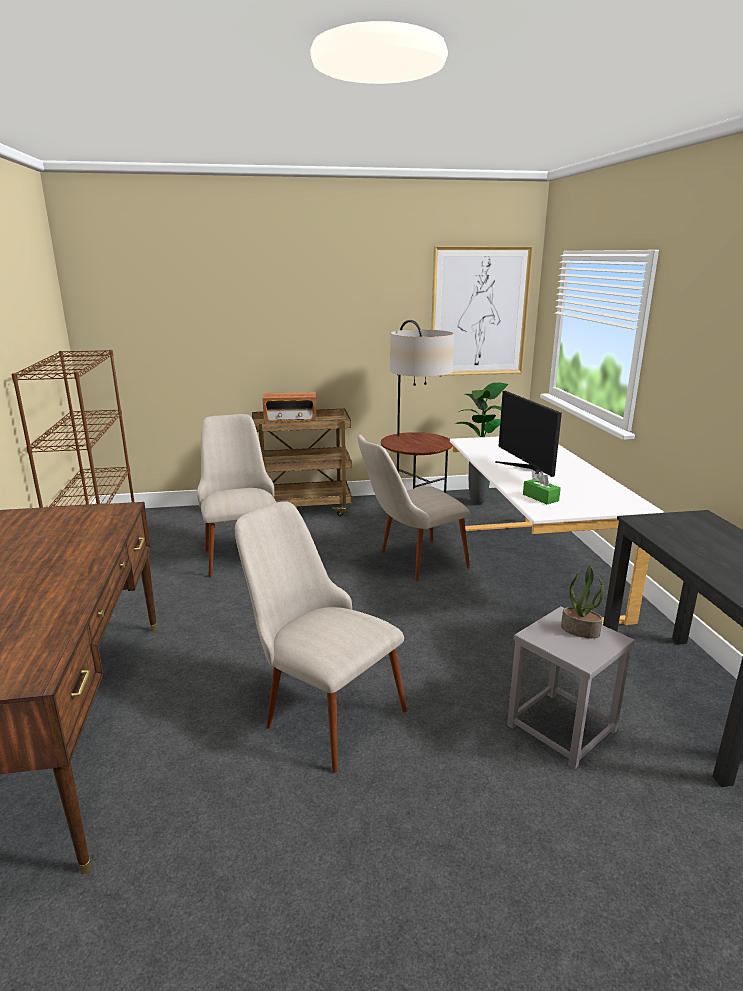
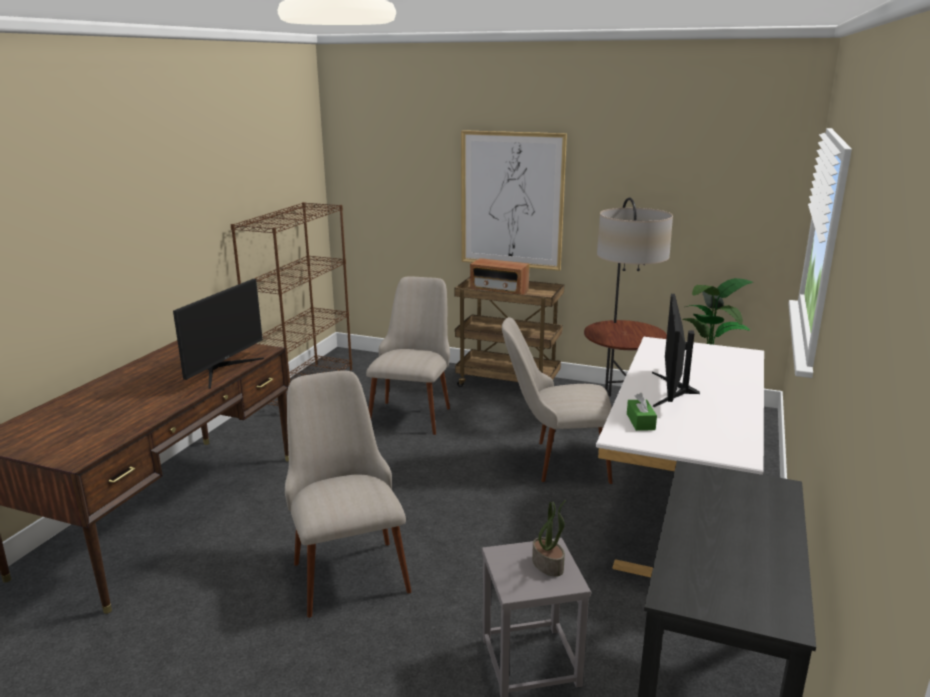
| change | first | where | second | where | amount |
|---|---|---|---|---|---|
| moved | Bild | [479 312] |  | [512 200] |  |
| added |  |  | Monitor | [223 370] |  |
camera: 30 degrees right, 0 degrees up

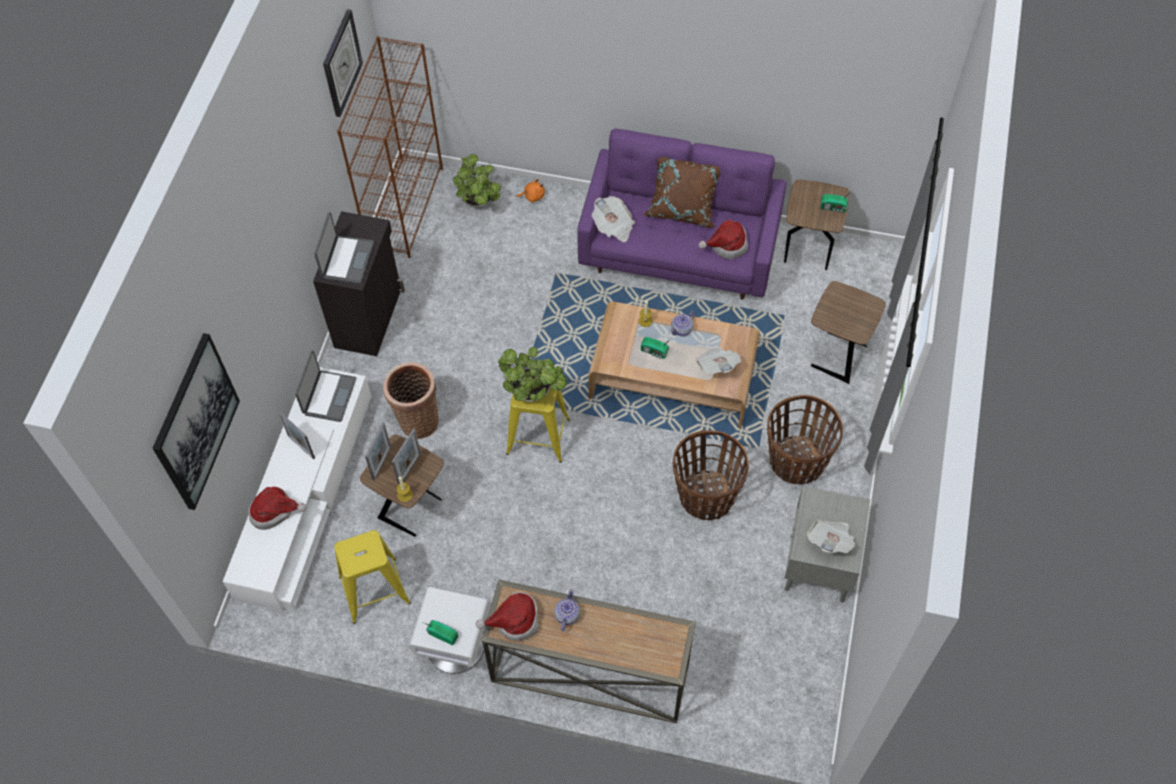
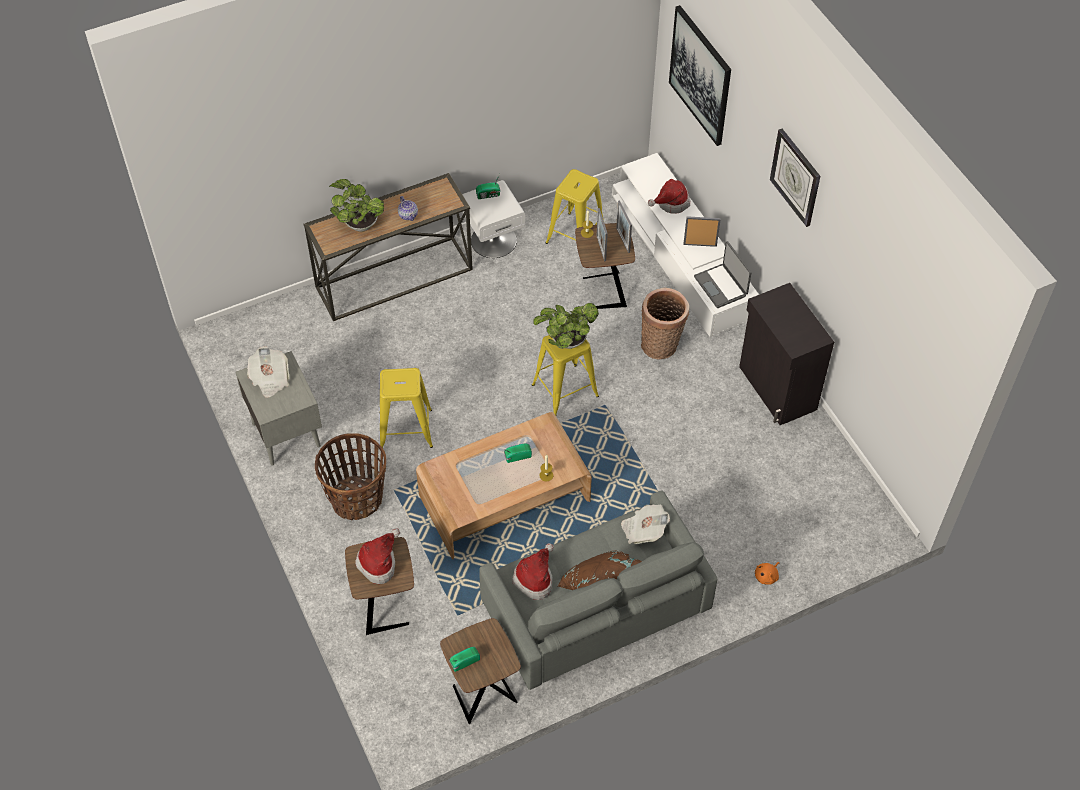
| change | first | where | second | where | amount |
|---|---|---|---|---|---|
| moved | Wanduhr | [341 63] |  | [796 177] |  |
| removed | Bücherregal/braun | [405 207] |  |  |  |
| recoloured | Sofa/lila | [680 252] | Sofa/grau | [594 613] |  |
| moved | Topfpflanze | [479 203] |  | [359 224] |  |
| removed | Laptop | [347 260] |  |  |  |
| removed | Teekanne | [682 329] |  |  |  |
| removed | Zeitung | [717 366] |  |  |  |
| replaced | Korb | [706 496] | Hocker/gelb | [406 429] |  |
| moved | Hut | [514 621] |  | [379 563] |  |
camera: 140 degrees right, 5 degrees down

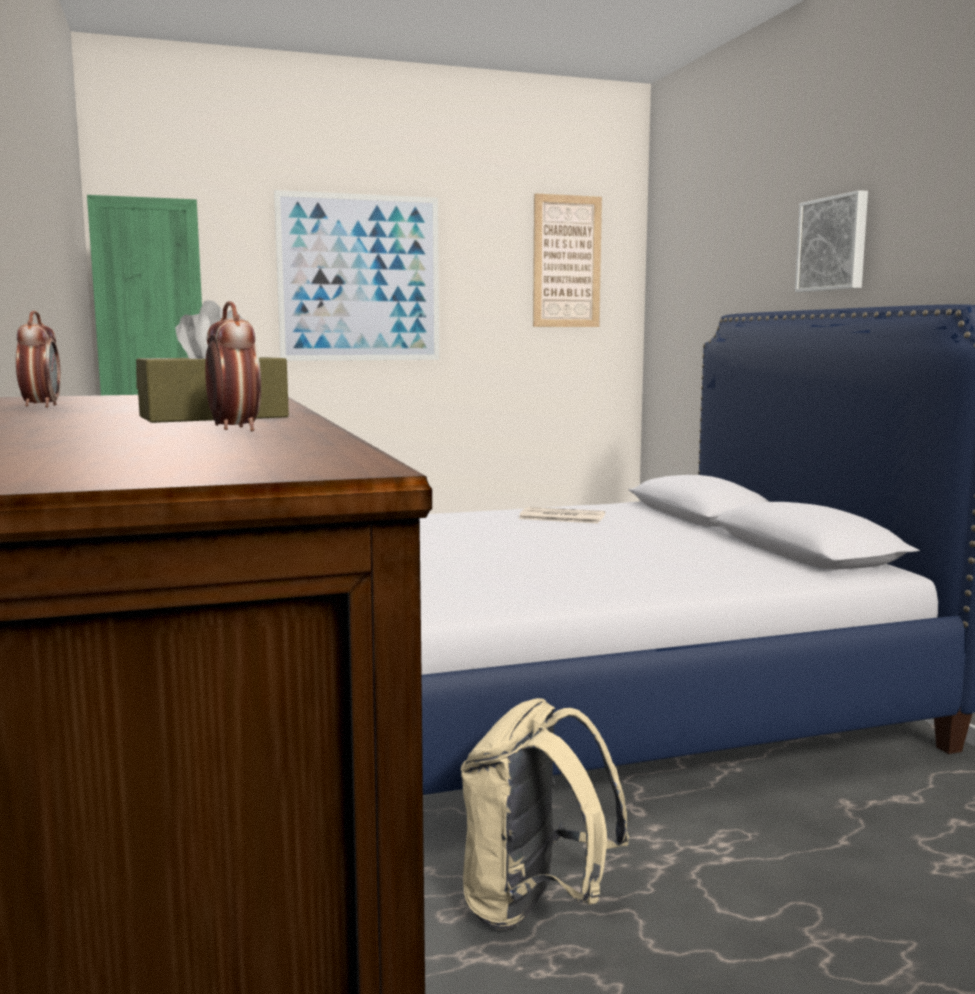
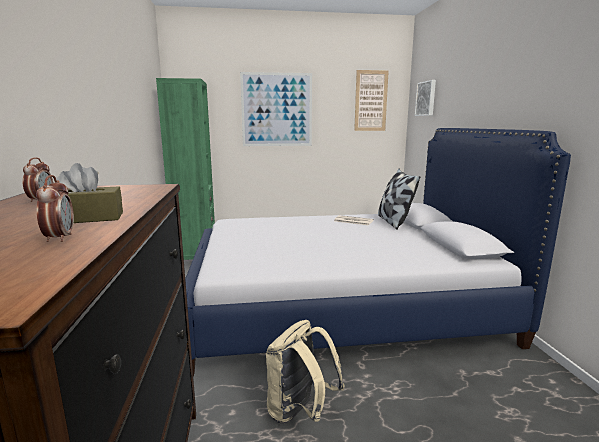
| change | first | where | second | where | amount |
|---|---|---|---|---|---|
| moved | Bild | [834 244] |  | [426 98] |  |
| added |  |  | Kissen | [394 222] |  |
camera: 10 degrees right, 5 degrees up

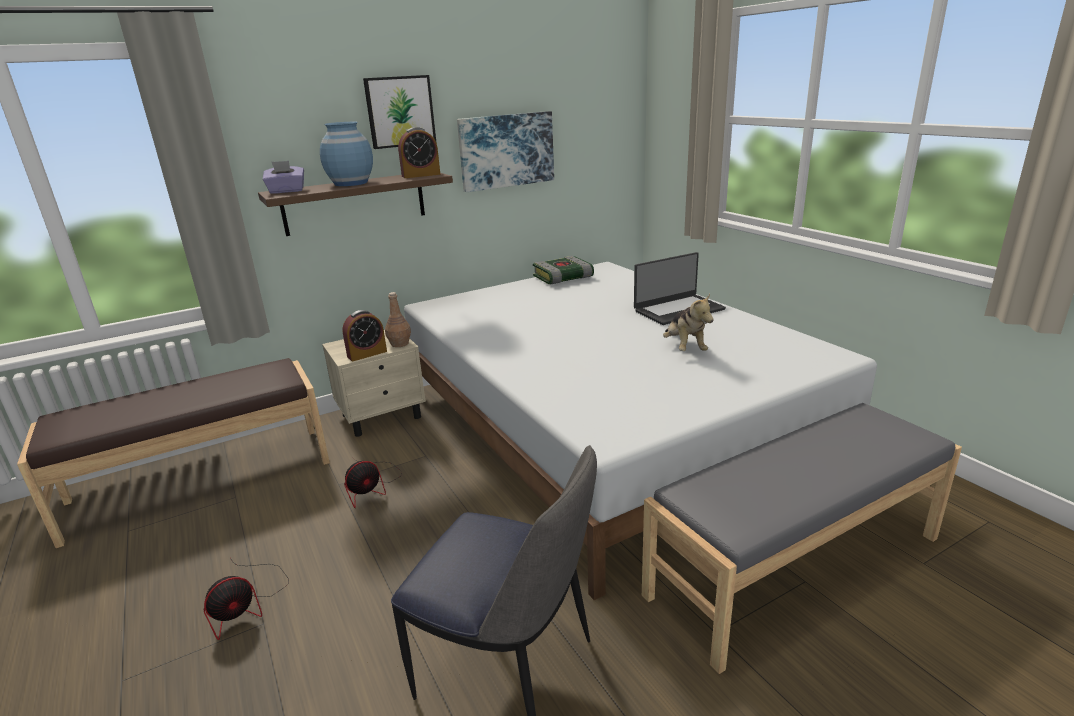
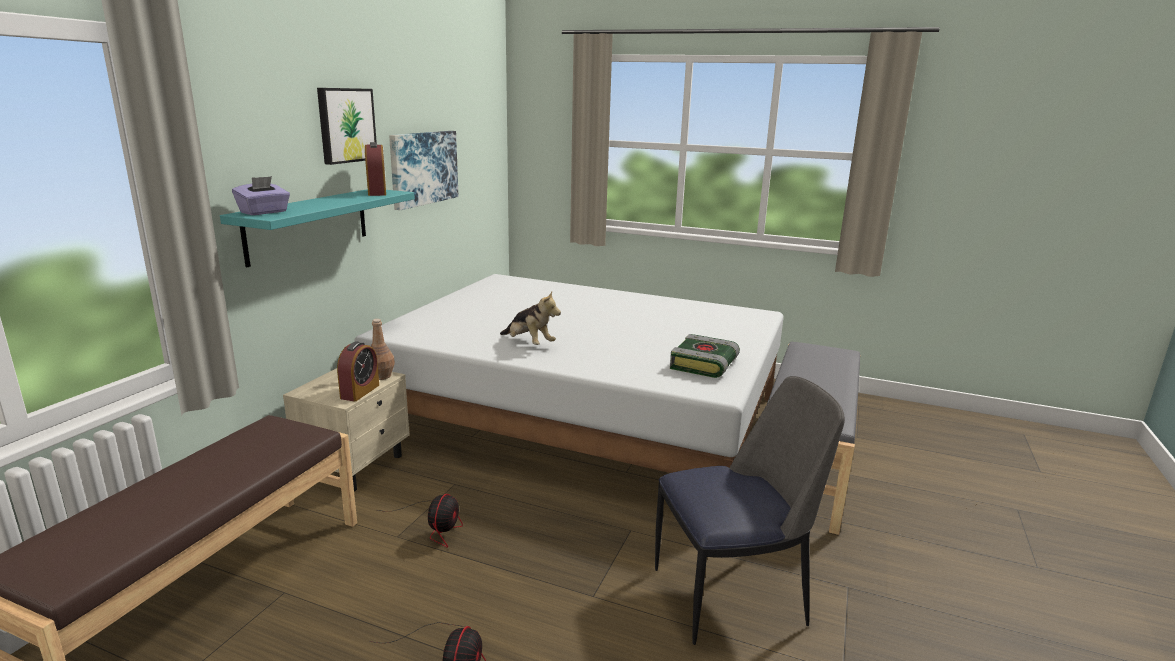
| change | first | where | second | where | amount |
|---|---|---|---|---|---|
| removed | Vase/blau | [351 183] |  |  |  |
| turned | Wecker | [421 175] |  | [377 192] | 45 degrees counterclockwise |
| recoloured | Wandregal/braun | [354 203] | Wandregal/türkis | [308 225] |  |
| removed | Laptop | [678 310] |  |  |  |
| moved | Buch | [562 278] |  | [704 365] |  |
| moved | Plüschtier | [684 348] |  | [529 343] |  |
camera: 40 degrees left, 5 degrees down

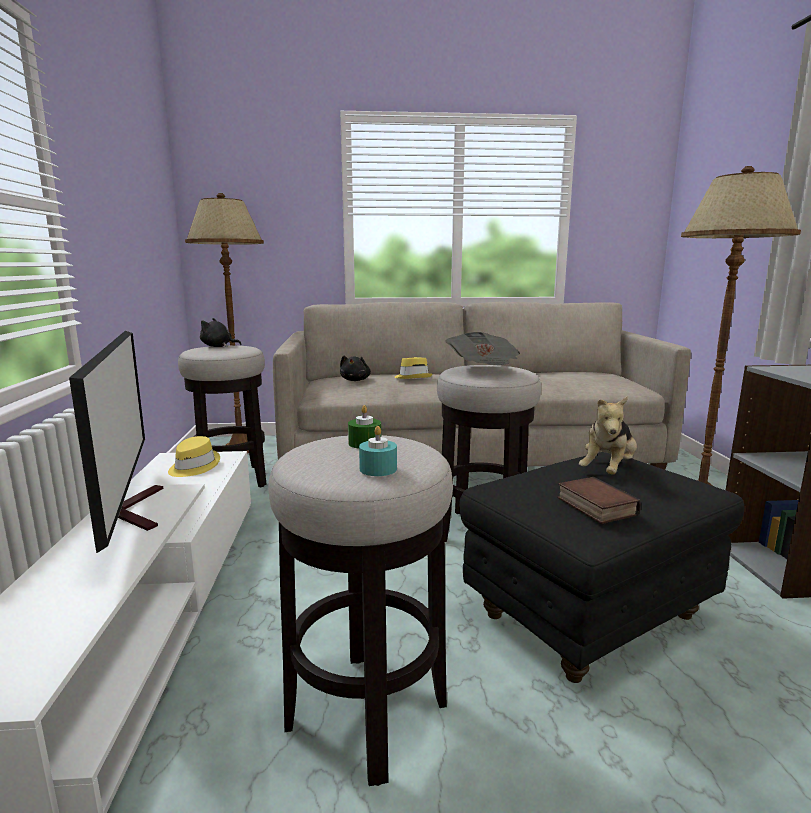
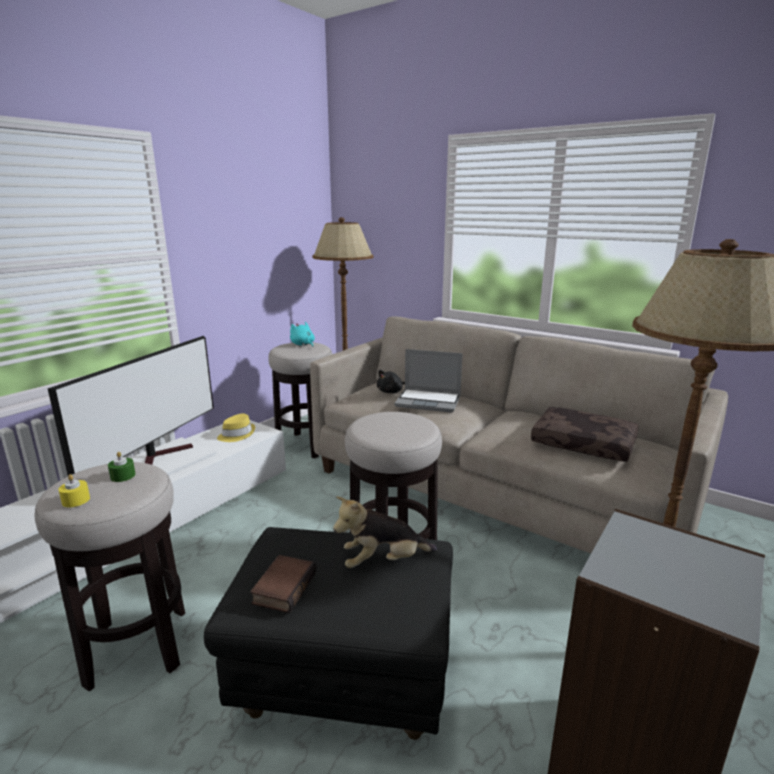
| change | first | where | second | where | amount |
|---|---|---|---|---|---|
| recoloured | Plüschtier/schwarz | [218 346] | Plüschtier/türkis | [303 344] |  |
| removed | Zeitung | [483 370] |  |  |  |
| replaced | Hut/gelb | [413 377] | Laptop | [429 401] |  |
| recoloured | Kerze/türkis | [378 469] | Kerze/gelb | [76 500] |  |
| added |  |  | Kissen/braun | [584 443] |  |
camera: 40 degrees right, 5 degrees up

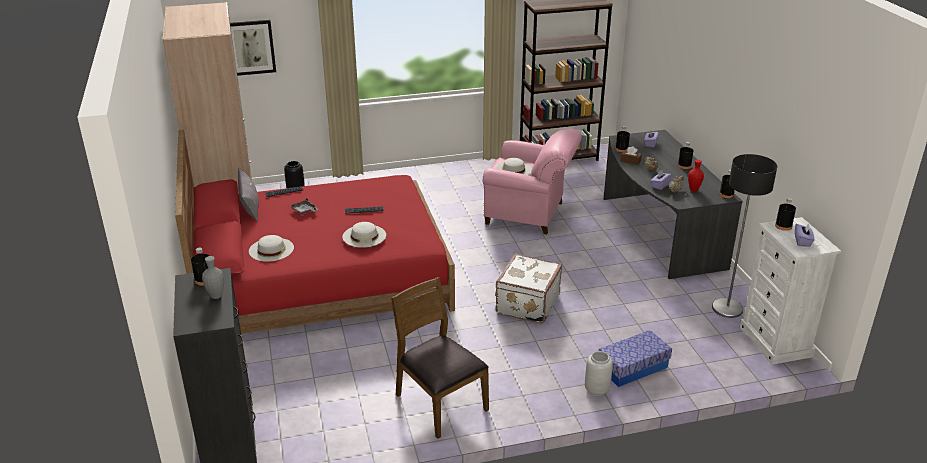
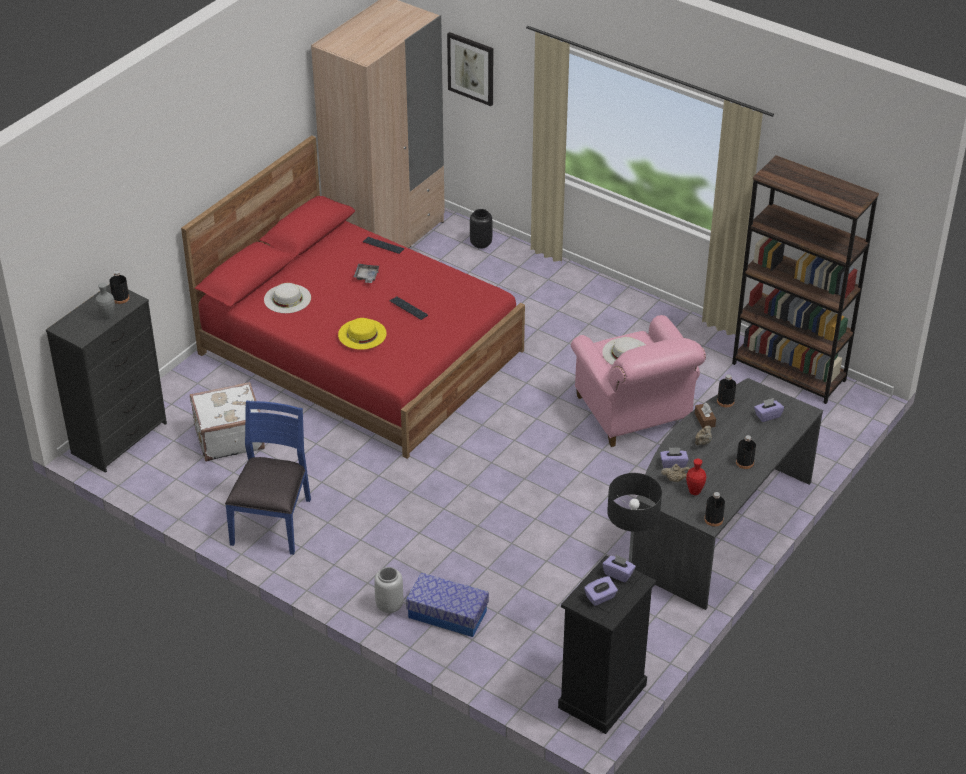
| change | first | where | second | where | amount |
|---|---|---|---|---|---|
| removed | Kissen/grau | [250 206] |  |  |  |
| replaced | Flasche/schwarz | [783 226] | Taschentuchbox/lila | [618 574] |  |
| recoloured | Kommode/weiß | [775 342] | Kommode/schwarz | [602 696] |  |
| recoloured | Hut/weiß | [364 236] | Hut/gelb | [362 334] |  |
| moved | Koffer/weiß | [526 304] |  | [228 437] |  |
| recoloured | Stuhl/braun | [439 402] | Stuhl/blau | [273 521] |  |
camera: 50 degrees right, 10 degrees up

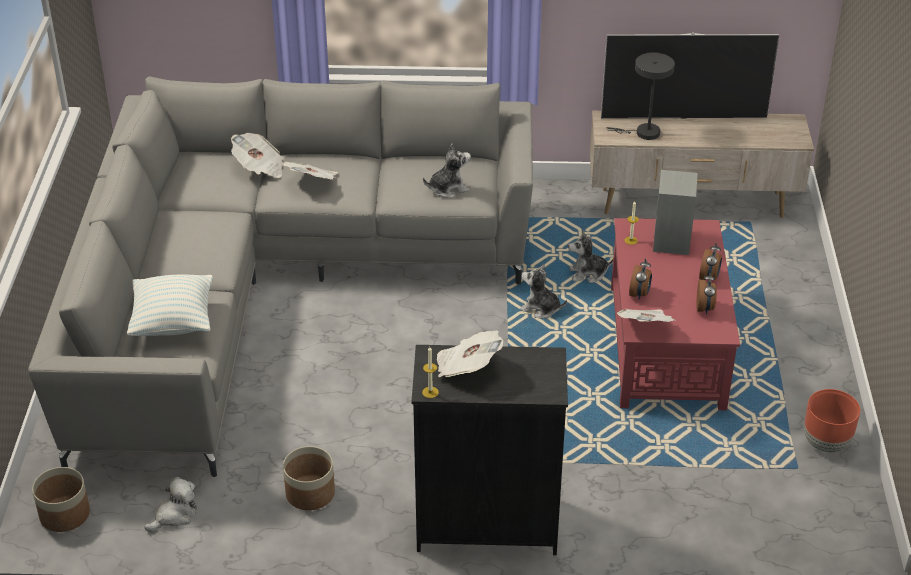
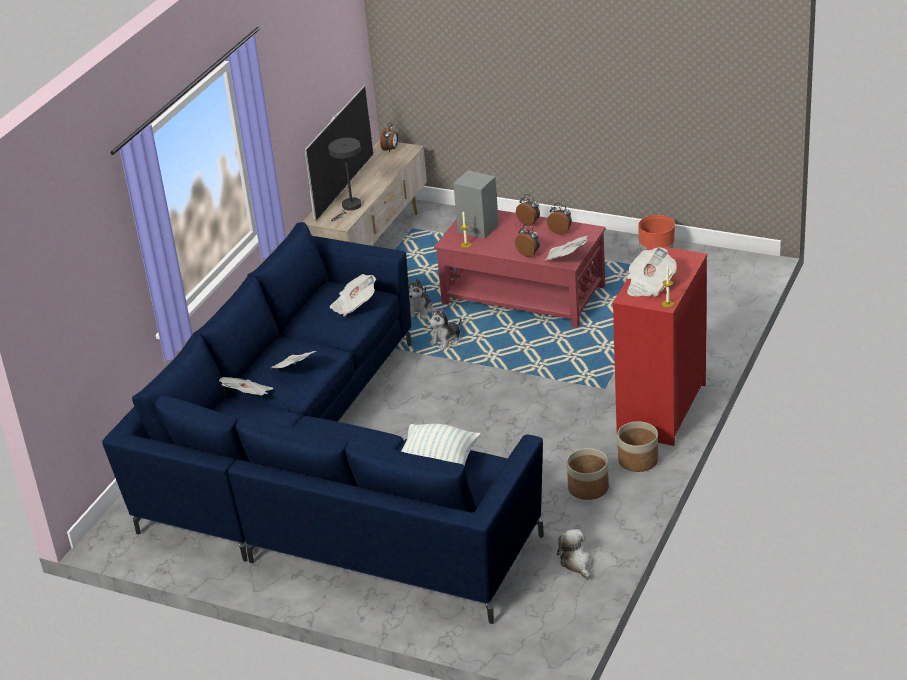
| change | first | where | second | where | amount |
|---|---|---|---|---|---|
| recoloured | Sofa/grau | [266 289] | Sofa/blau | [324 477] |  |
| replaced | Plüschtier | [448 188] | Zeitung | [354 306] |  |
| recoloured | Kommode/schwarz | [487 523] | Kommode/rot | [661 409] |  |
| moved | Pflanzkübel | [64 514] |  | [637 460] |  |
| added |  |  | Wecker | [390 149] |  |
camera: 65 degrees left, 5 degrees down

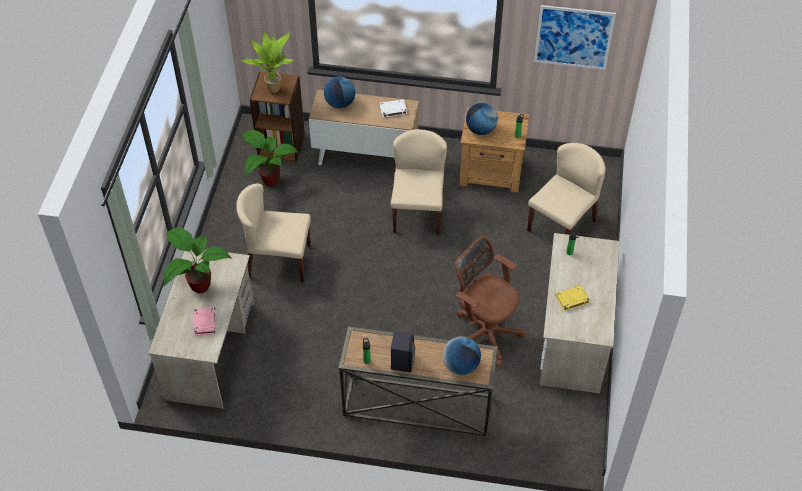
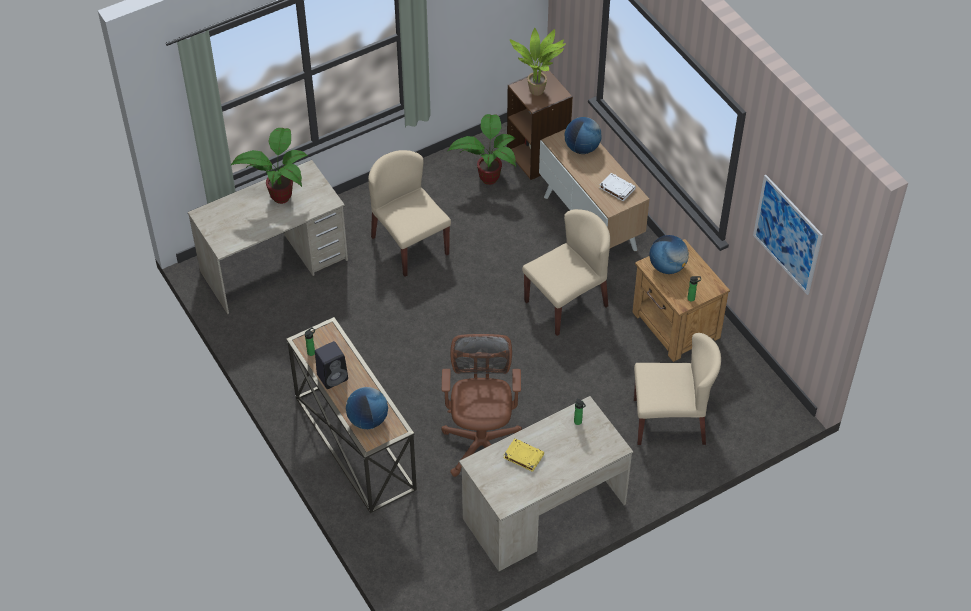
| change | first | where | second | where | amount |
|---|---|---|---|---|---|
| removed | Buch/rosa | [204 322] |  |  |  |
camera: 50 degrees right, 0 degrees up

